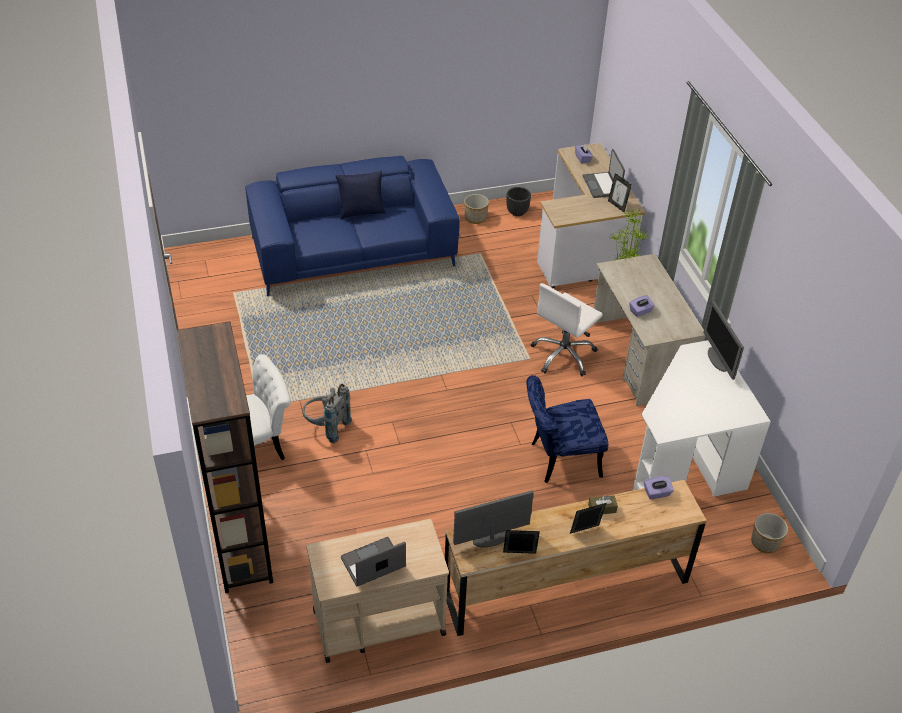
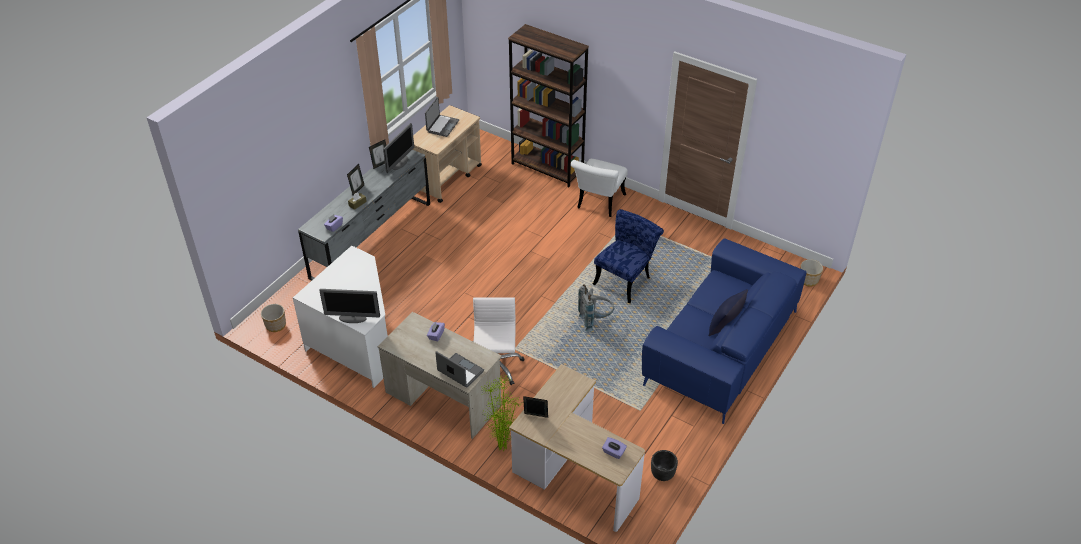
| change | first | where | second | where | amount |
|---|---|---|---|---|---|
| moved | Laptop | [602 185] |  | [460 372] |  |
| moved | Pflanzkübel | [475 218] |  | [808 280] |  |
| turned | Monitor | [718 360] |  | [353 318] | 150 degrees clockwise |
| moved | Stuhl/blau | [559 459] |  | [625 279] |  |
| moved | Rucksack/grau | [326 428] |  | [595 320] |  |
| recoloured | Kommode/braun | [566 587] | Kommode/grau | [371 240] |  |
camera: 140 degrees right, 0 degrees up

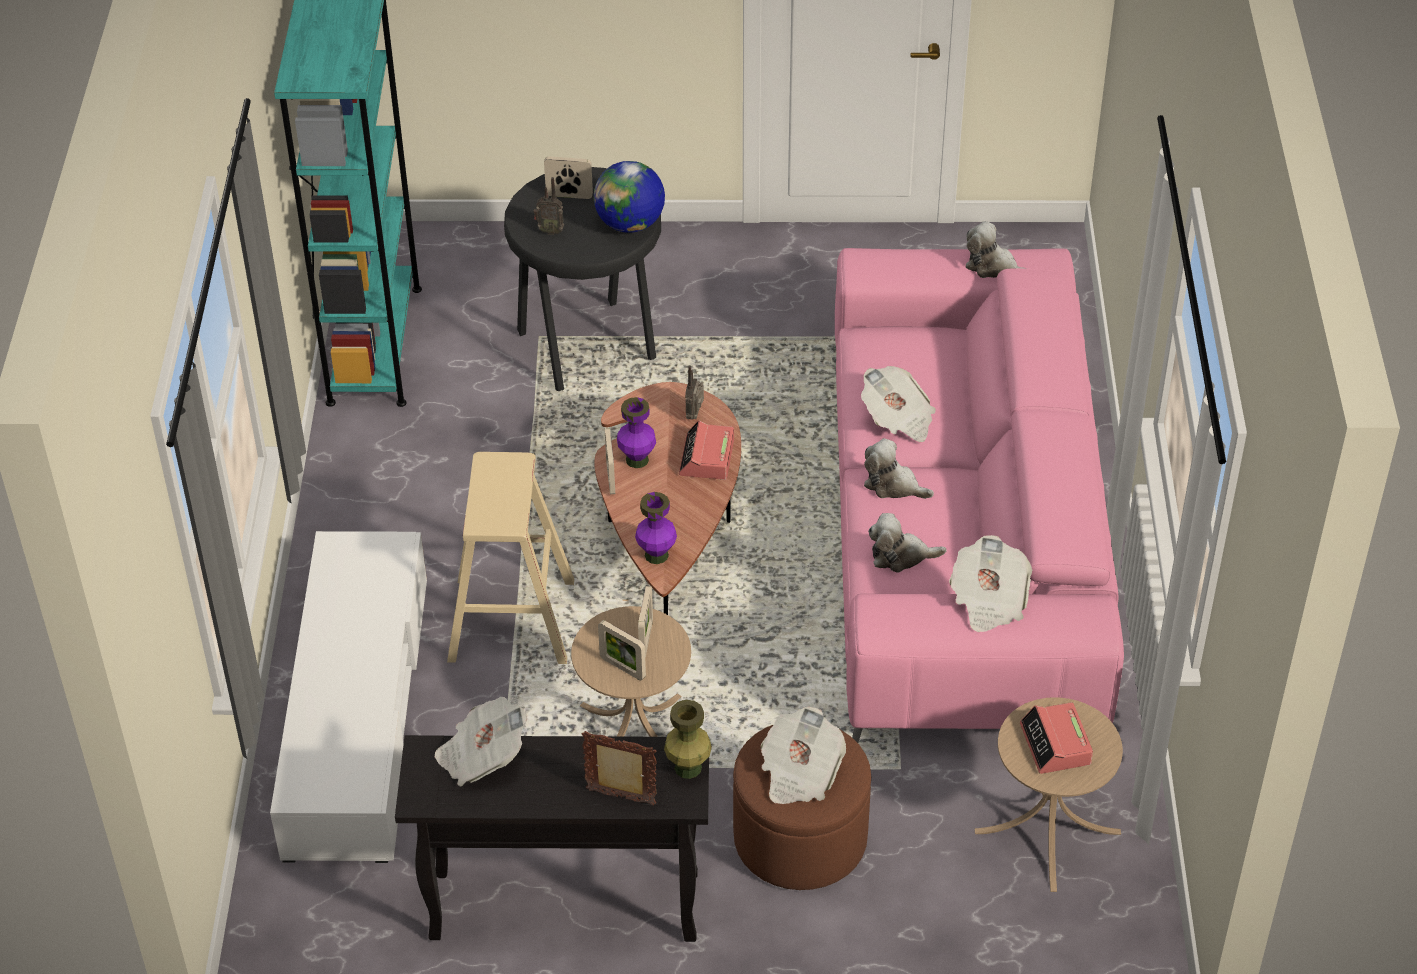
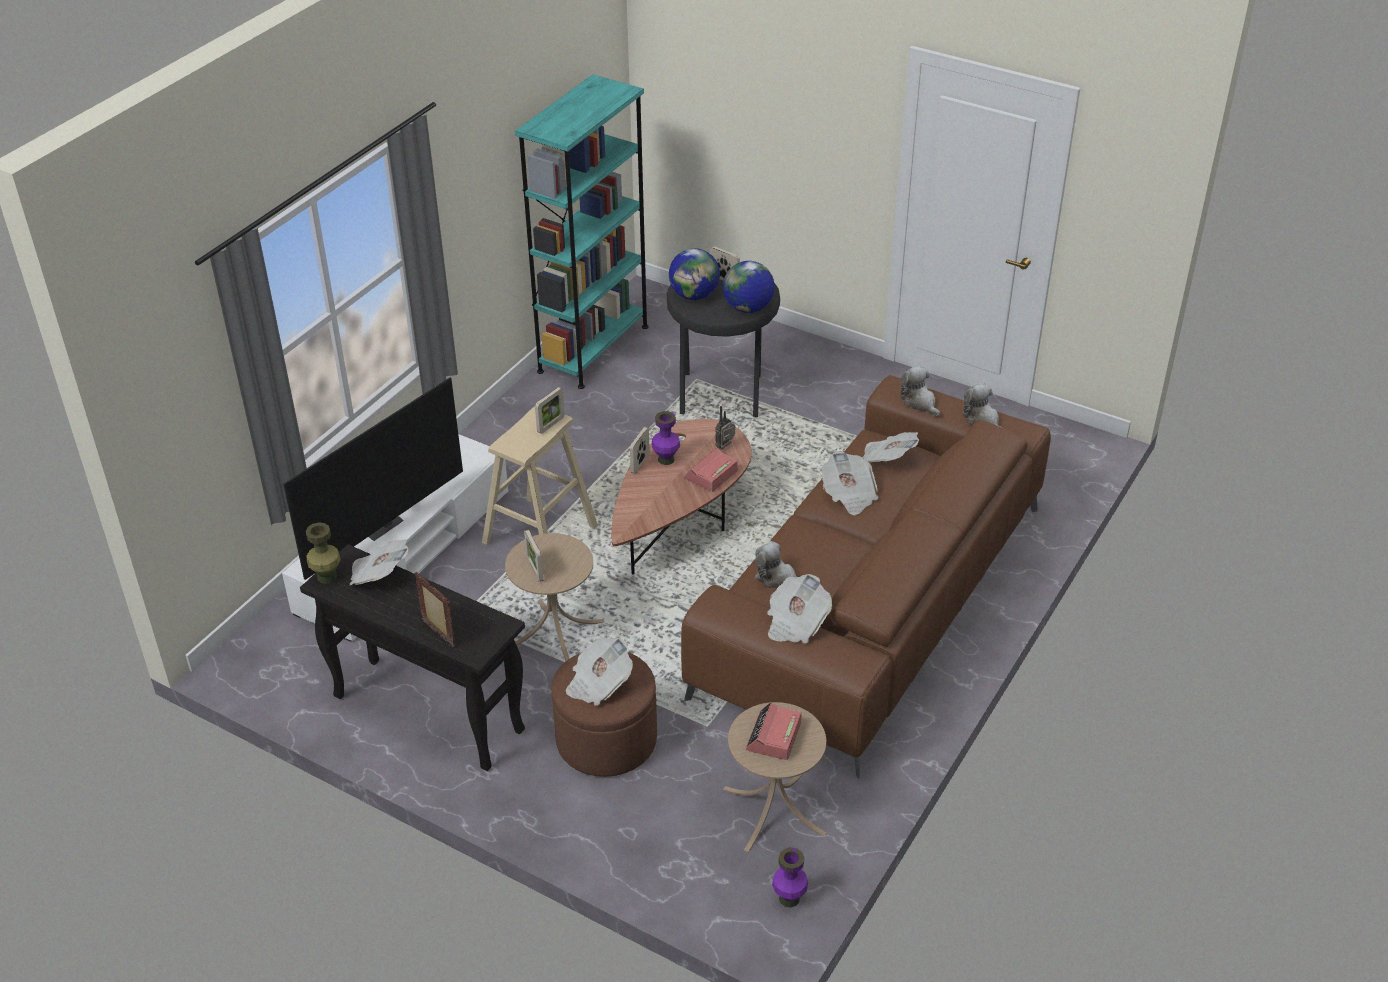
| change | first | where | second | where | amount |
|---|---|---|---|---|---|
| replaced | Radio | [550 231] | Globus | [694 295] |  |
| recoloured | Sofa/rosa | [962 536] | Sofa/braun | [871 600] |  |
| moved | Plüschtier | [893 485] |  | [919 402] |  |
| moved | Vase/lila | [656 555] |  | [789 898] |  |
| moved | Bilderrahmen | [646 639] |  | [551 425] |  |
| moved | Vase/grün | [687 768] |  | [326 576] |  |
| added |  |  | Fernseher | [380 524] |  |
| added |  |  | Zeitung | [887 459] |  |
camera: 30 degrees right, 5 degrees down

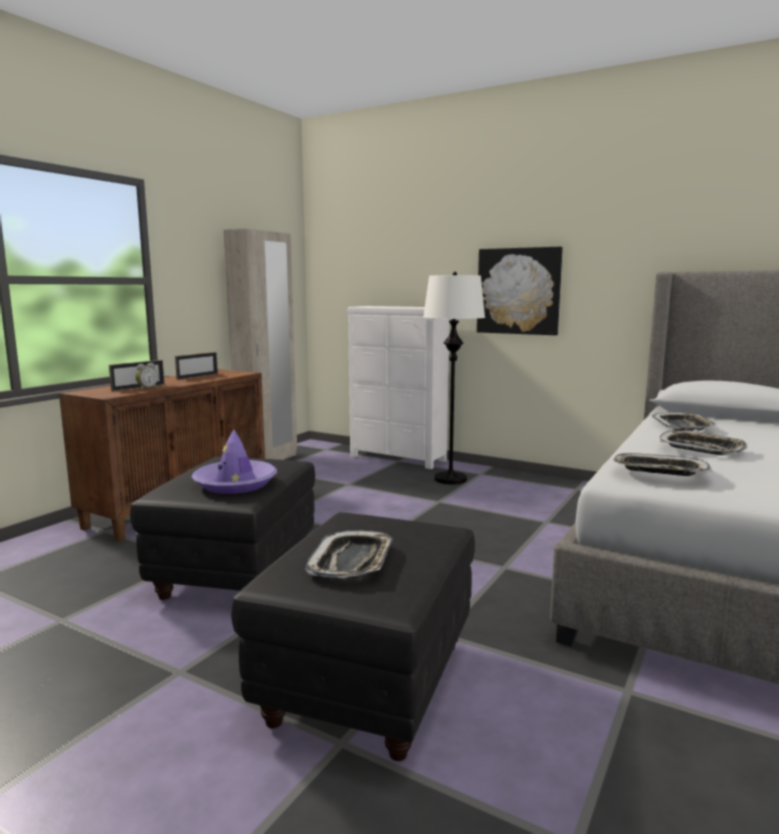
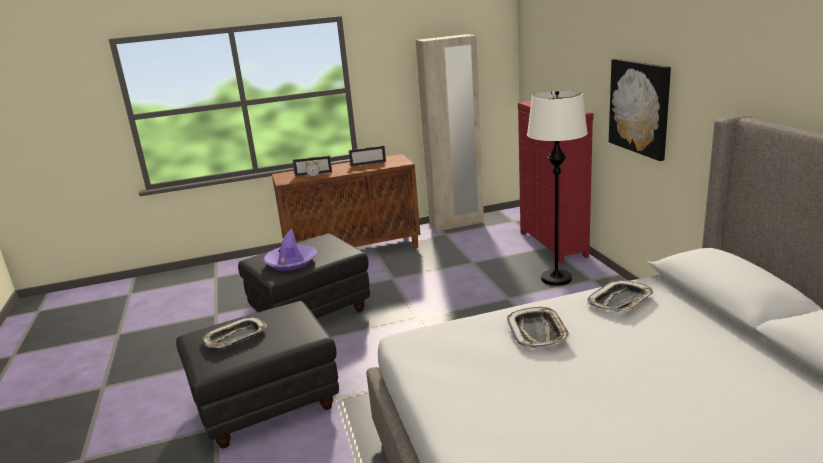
| change | first | where | second | where | amount |
|---|---|---|---|---|---|
| recoloured | Kommode/weiß | [397 458] | Kommode/rot | [552 244] |  |
| removed | Tablett | [659 471] |  |  |  |
camera: 45 degrees right, 10 degrees up

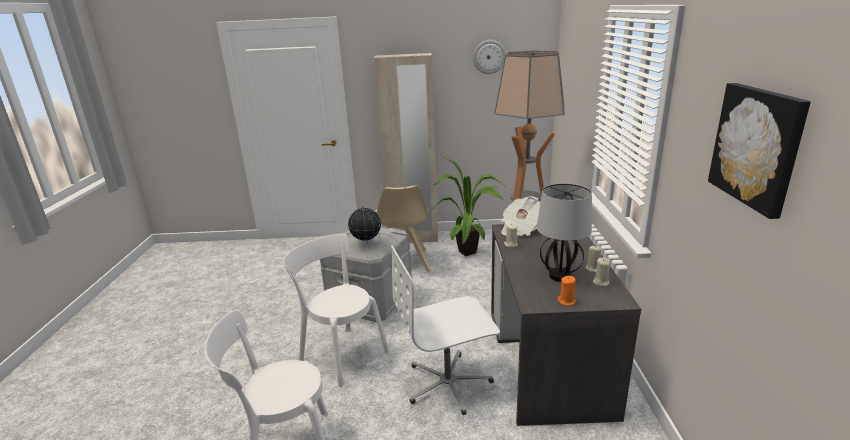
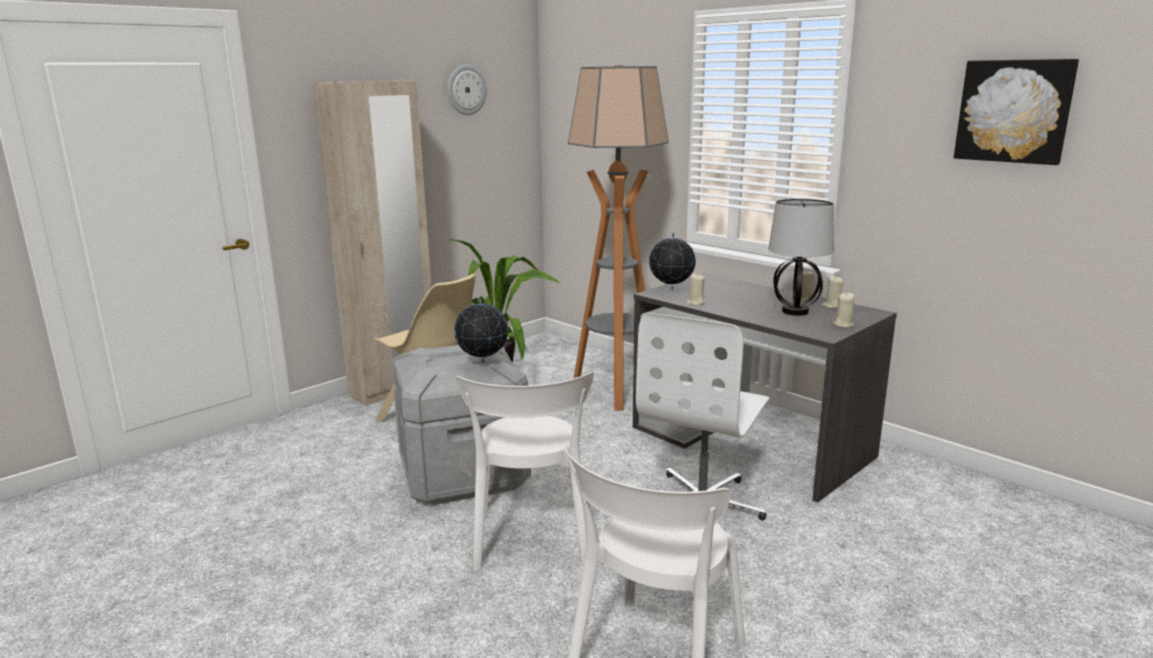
| change | first | where | second | where | amount |
|---|---|---|---|---|---|
| replaced | Zeitung | [521 228] | Globus | [671 289] |  |
| turned | Stuhl/weiß | [341 353] |  | [530 540] | 90 degrees counterclockwise |
| recoloured | Kerze/orange | [566 301] | Kerze/beige | [843 325] |  |
camera: 45 degrees left, 5 degrees down

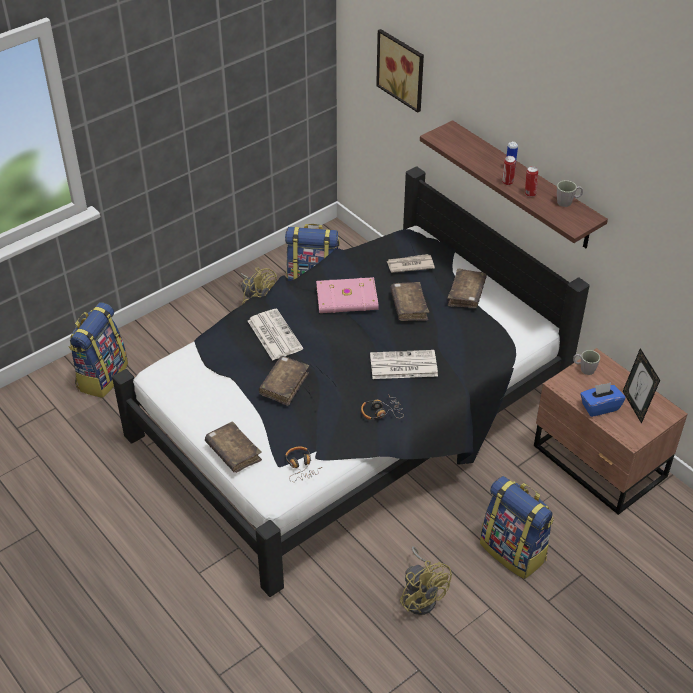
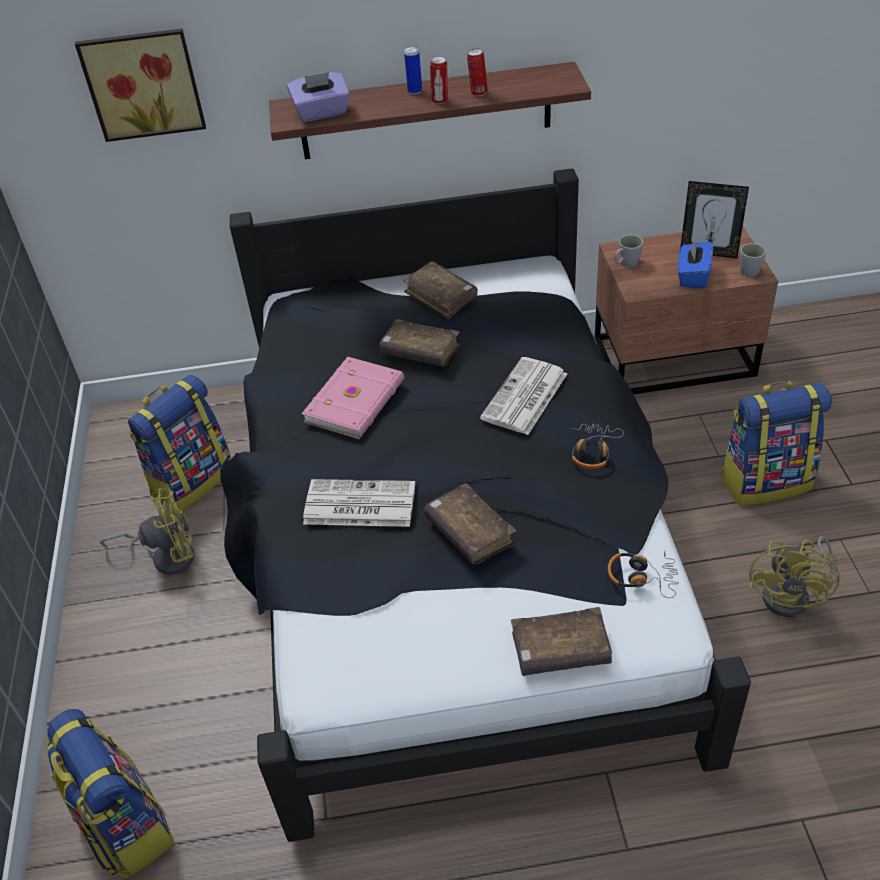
| change | first | where | second | where | amount |
|---|---|---|---|---|---|
| moved | Henkelbecher/grau | [567 202] |  | [750 269] |  |
| removed | Zeitung | [410 265] |  |  |  |
| turned | Ventilator/gelb | [422 596] |  | [793 596] | 105 degrees clockwise |
| added |  |  | Taschentuchbox/lila | [322 113] |  |
camera: 55 degrees left, 0 degrees up

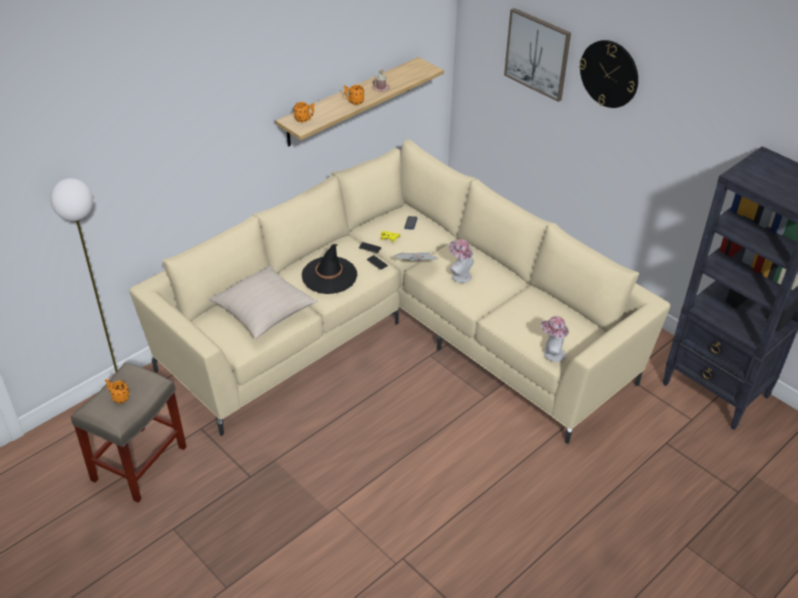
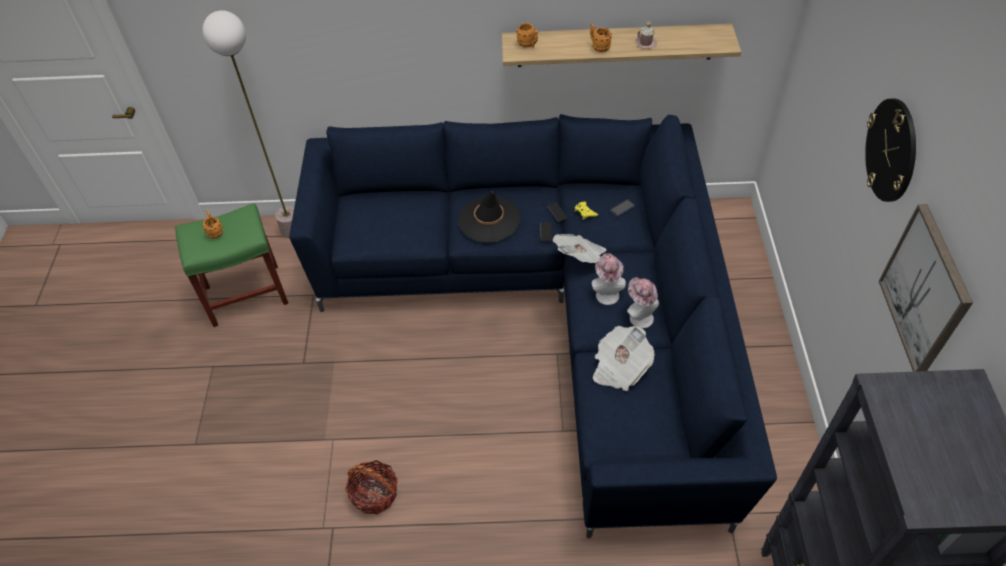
| change | first | where | second | where | amount |
|---|---|---|---|---|---|
| moved | Bild | [537 54] |  | [925 290] |  |
| recoloured | Sofa/beige | [398 332] | Sofa/blau | [554 311] |  |
| removed | Kissen/beige | [264 311] |  |  |  |
| moved | Hut | [551 353] |  | [639 316] |  |
| recoloured | Hocker/beige | [140 462] | Hocker/grün | [247 294] |  |
| added |  |  | Zeitung | [619 367] |  |
| added |  |  | Korb | [375 494] |  |
camera: 45 degrees right, 10 degrees up

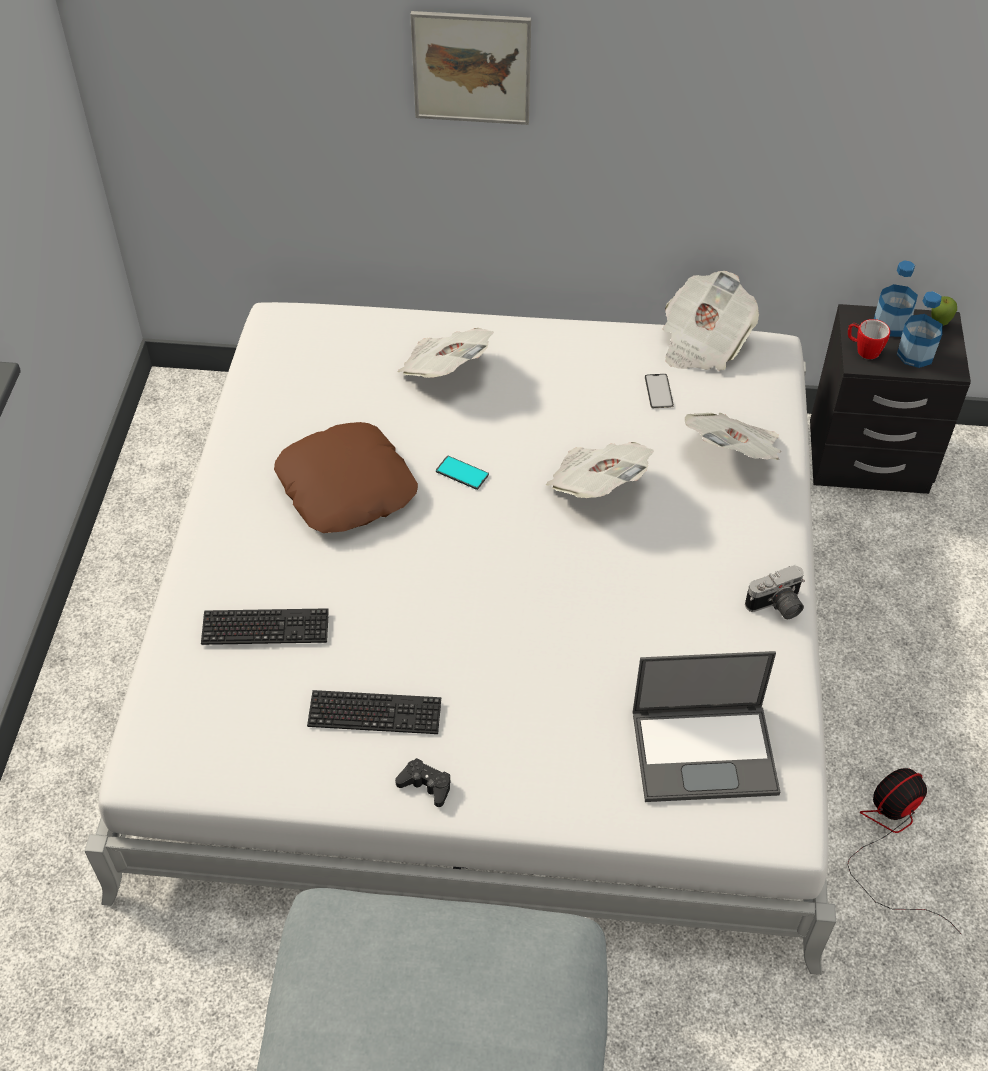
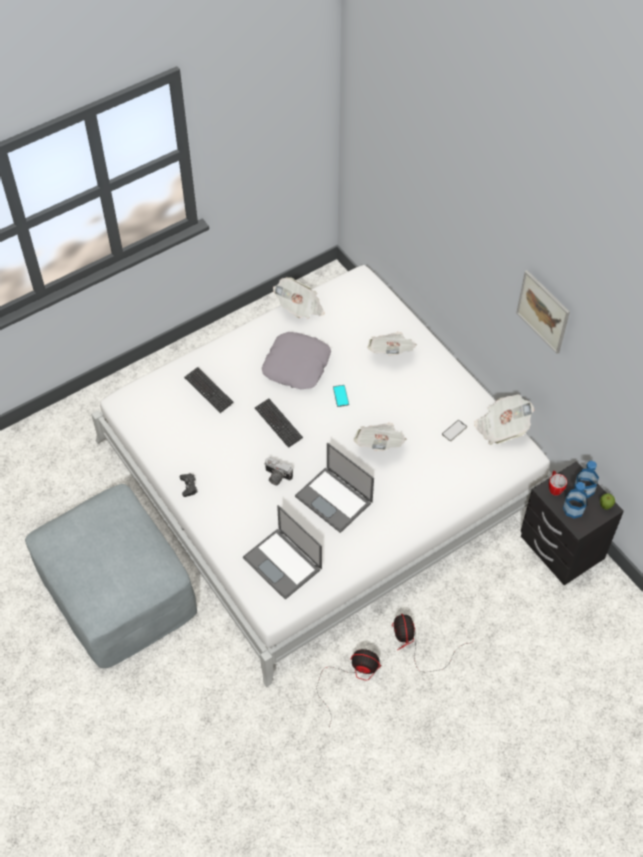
| change | first | where | second | where | amount |
|---|---|---|---|---|---|
| moved | Bild | [471 67] |  | [543 311] |  |
| moved | Zeitung | [734 453] |  | [299 308] |  |
| recoloured | Kissen/braun | [347 487] | Kissen/grau | [297 365] |  |
| moved | Kamera | [777 606] |  | [276 477] |  |
| moved | Tastatur | [375 714] |  | [278 423] |  |
| added |  |  | Laptop | [334 499] |  |
| added |  |  | Ventilator | [416 645] |  |
camera: 50 degrees right, 5 degrees up

